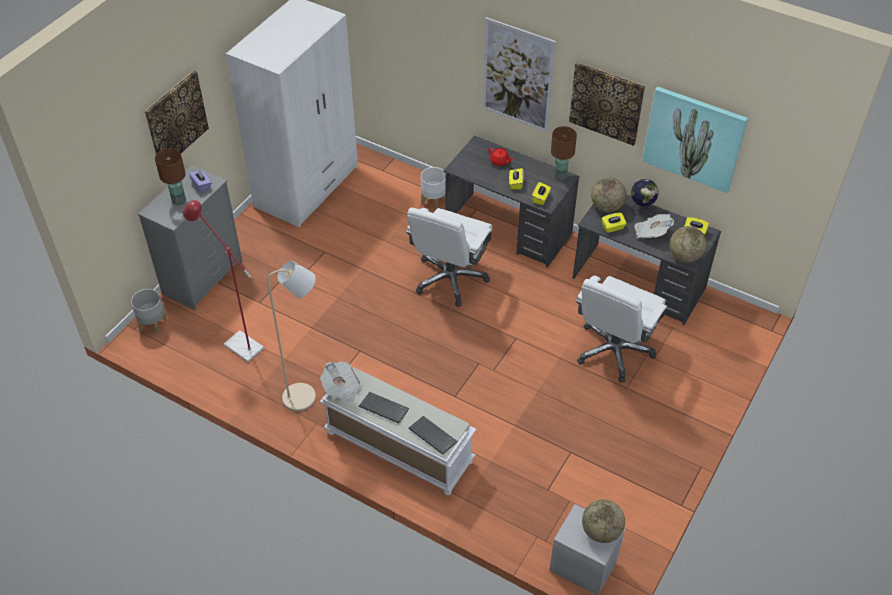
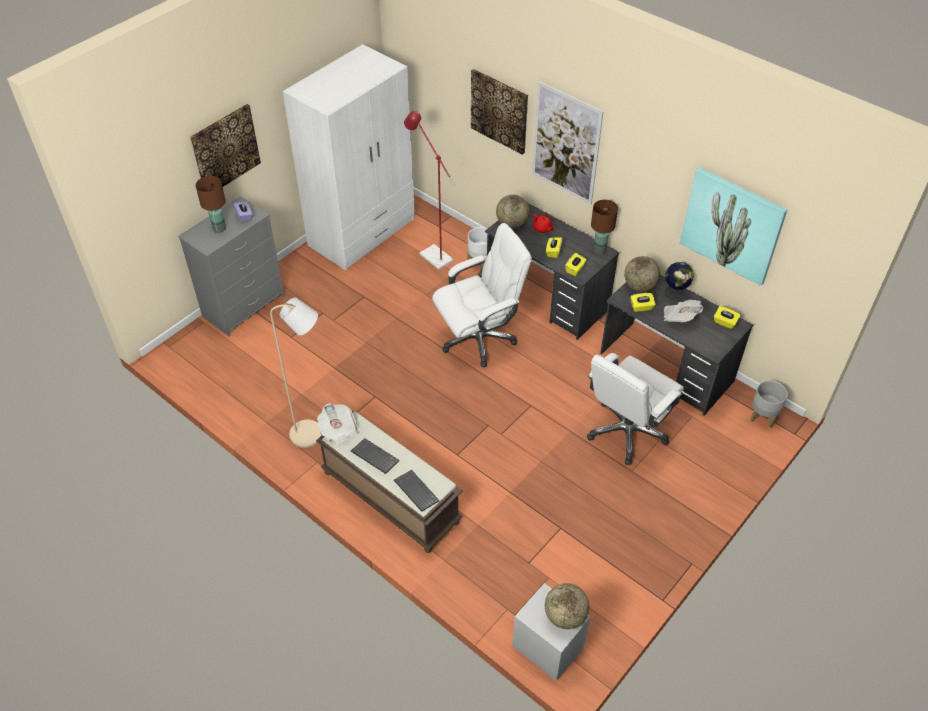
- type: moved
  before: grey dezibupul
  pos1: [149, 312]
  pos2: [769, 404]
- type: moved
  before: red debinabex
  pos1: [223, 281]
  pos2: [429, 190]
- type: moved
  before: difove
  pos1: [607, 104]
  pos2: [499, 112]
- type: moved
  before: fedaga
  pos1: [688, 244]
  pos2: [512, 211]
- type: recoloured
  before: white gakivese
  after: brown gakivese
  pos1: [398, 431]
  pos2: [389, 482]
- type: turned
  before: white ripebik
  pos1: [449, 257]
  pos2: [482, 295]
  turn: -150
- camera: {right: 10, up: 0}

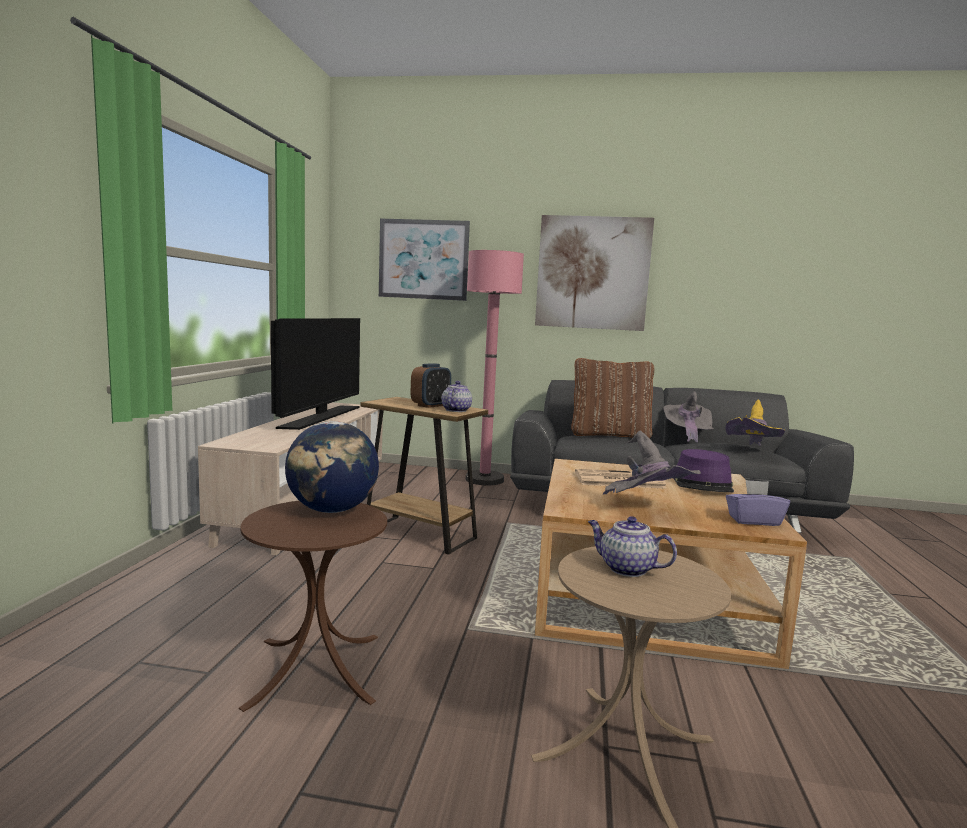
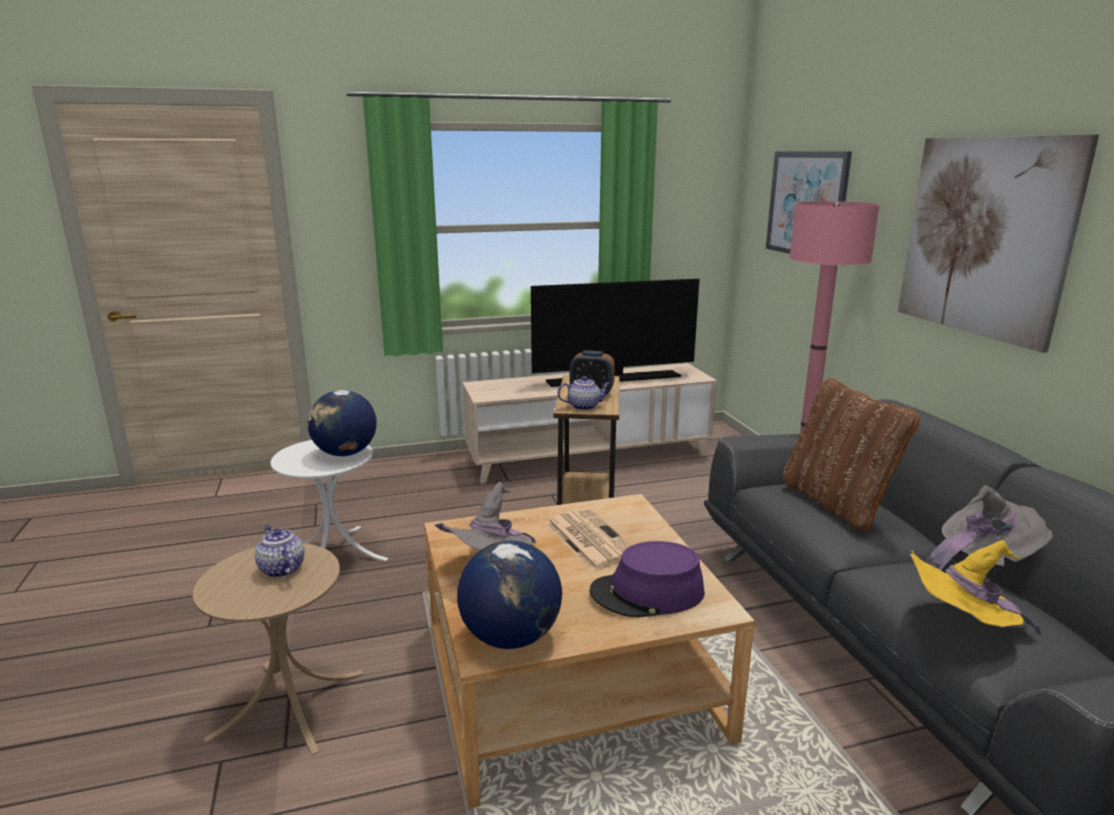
- type: replaced
  before: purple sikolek
  after: fedaga
  pos1: [758, 503]
  pos2: [509, 595]
- type: recoloured
  before: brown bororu
  after: white bororu
  pos1: [313, 606]
  pos2: [329, 500]
- type: turned
  before: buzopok
  pos1: [632, 546]
  pos2: [280, 551]
  turn: -45
- camera: {right: 65, up: 10}

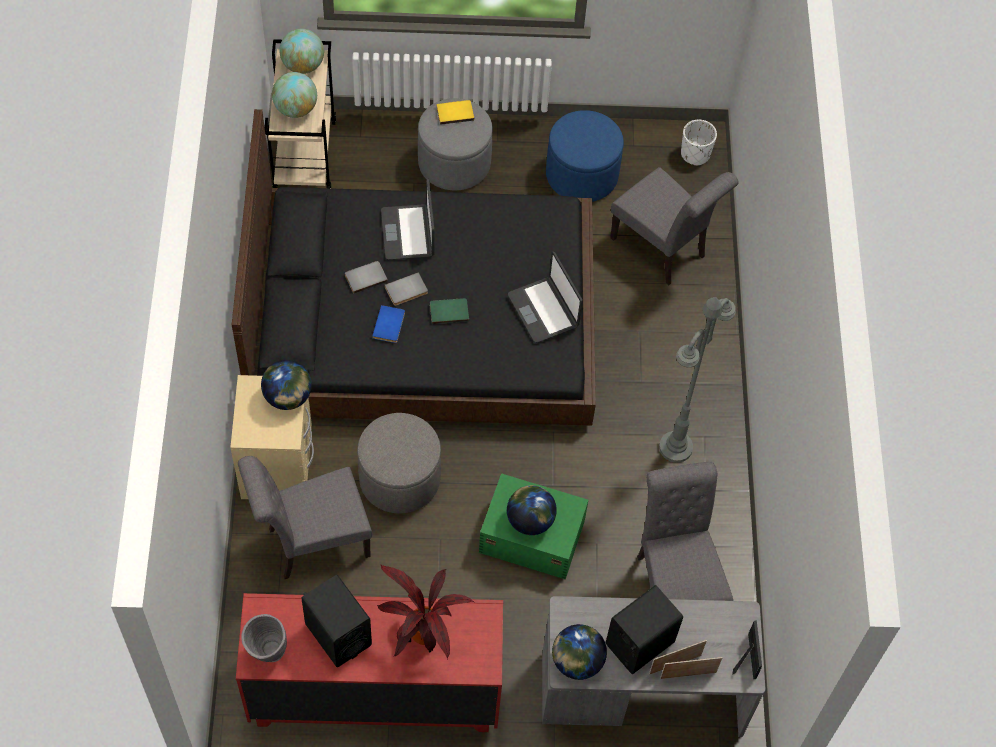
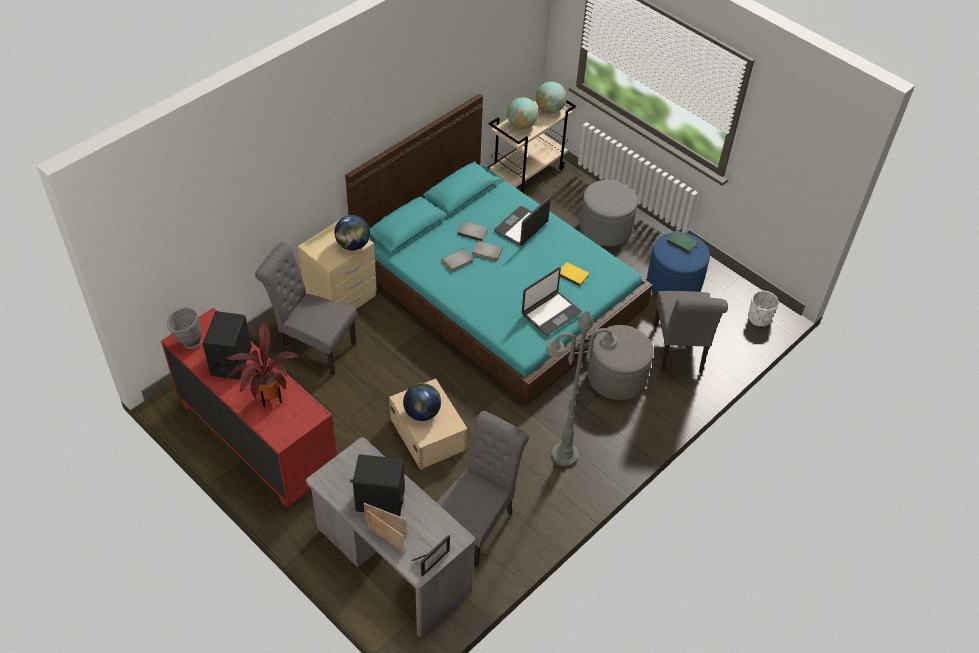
- type: removed
  before: fedaga
  pos1: [579, 652]
- type: moved
  before: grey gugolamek
  pos1: [399, 463]
  pos2: [620, 362]
- type: moved
  before: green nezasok
  pos1: [449, 311]
  pos2: [682, 241]
- type: moved
  before: yellow nezasok
  pos1: [455, 112]
  pos2: [574, 274]
- type: recoloured
  before: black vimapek
  after: turquoise vimapek
  pos1: [414, 267]
  pos2: [499, 249]
- type: recoloured
  before: blue nezasok
  after: grey nezasok
  pos1: [388, 324]
  pos2: [457, 260]
- type: recoloured
  before: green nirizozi
  after: beige nirizozi
  pos1: [533, 526]
  pos2: [428, 424]
- type: turned
  before: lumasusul
  pos1: [545, 297]
  pos2: [552, 301]
  turn: -150
- camera: {right: 45, up: -10}

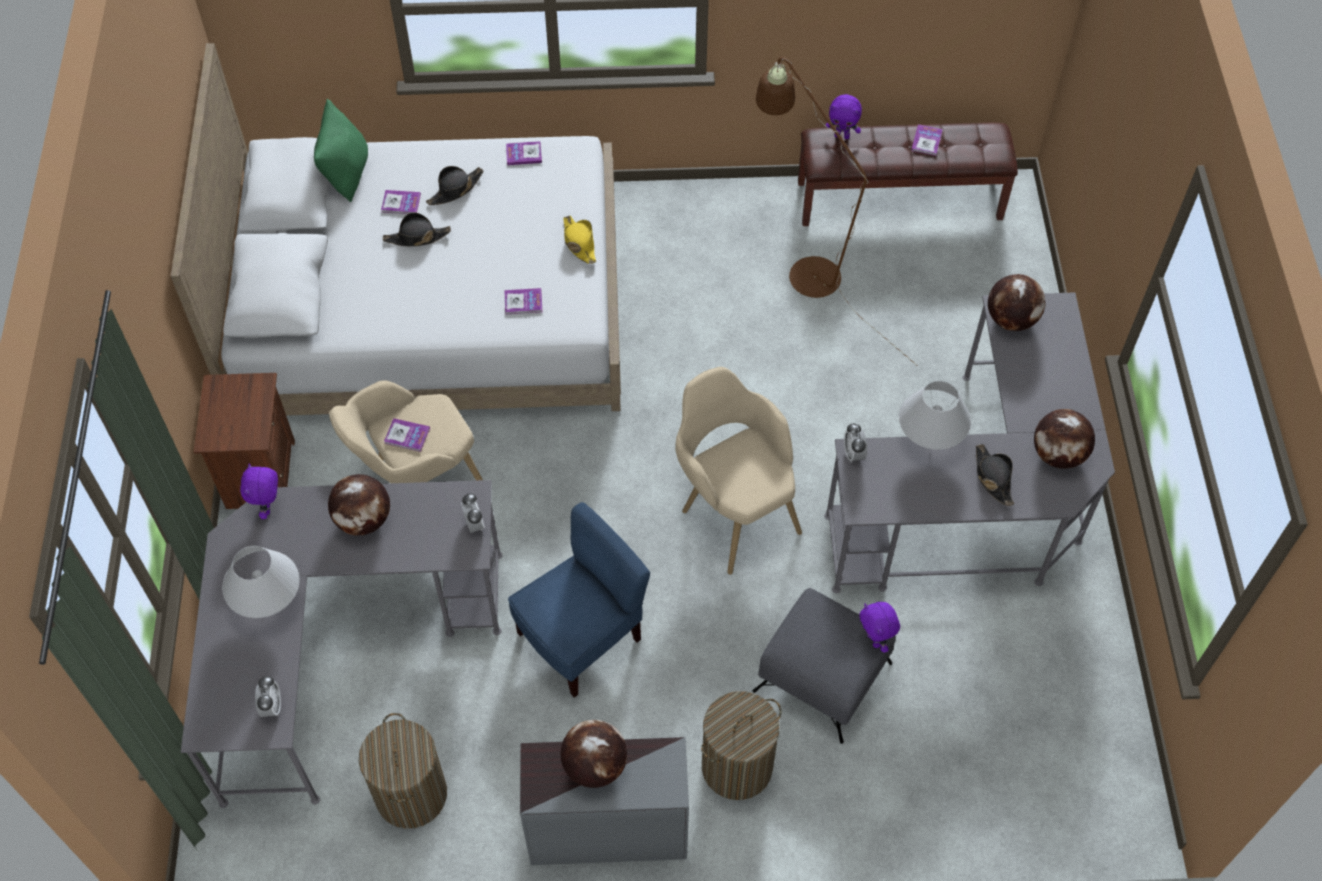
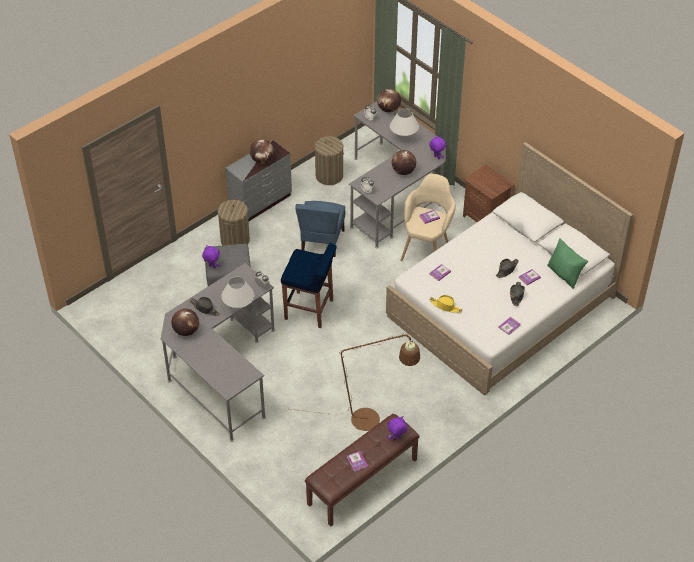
- type: moved
  before: fedaga
  pos1: [1017, 302]
  pos2: [389, 101]
- type: replaced
  before: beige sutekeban
  after: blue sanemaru
  pos1: [738, 471]
  pos2: [309, 285]
- camera: {right: 140, up: -10}

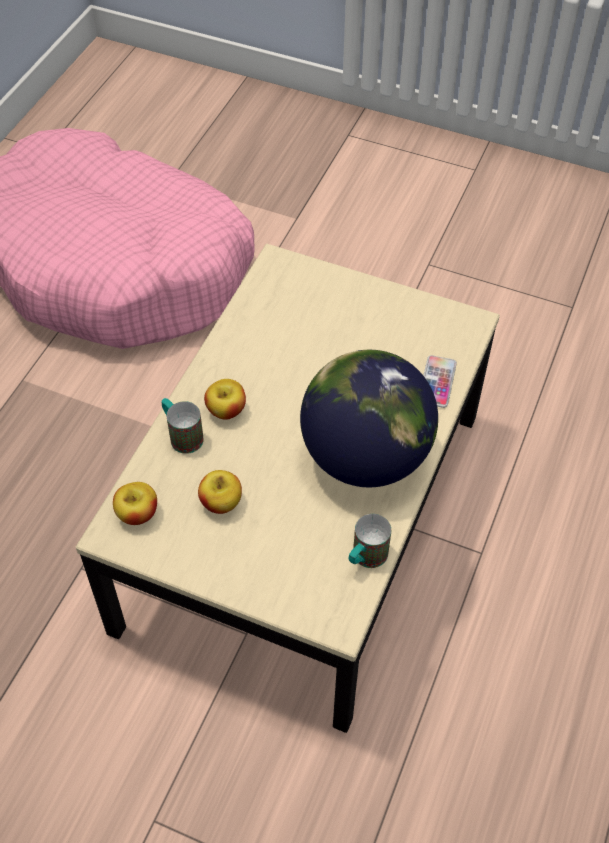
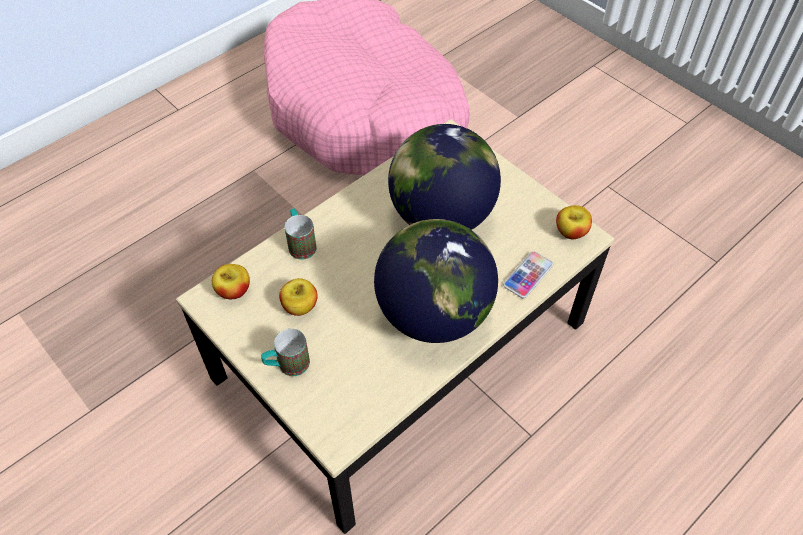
- type: added
  after: fedaga
  pos2: [444, 177]
- type: moved
  before: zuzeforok
  pos1: [225, 399]
  pos2: [574, 222]
- type: moved
  before: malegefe
  pos1: [369, 541]
  pos2: [285, 352]
- camera: {right: 25, up: 0}

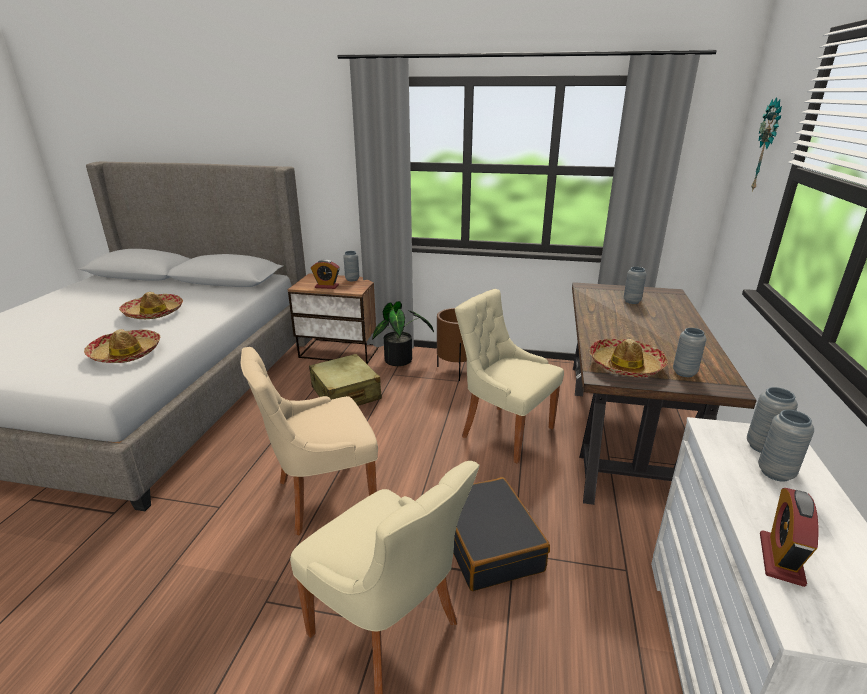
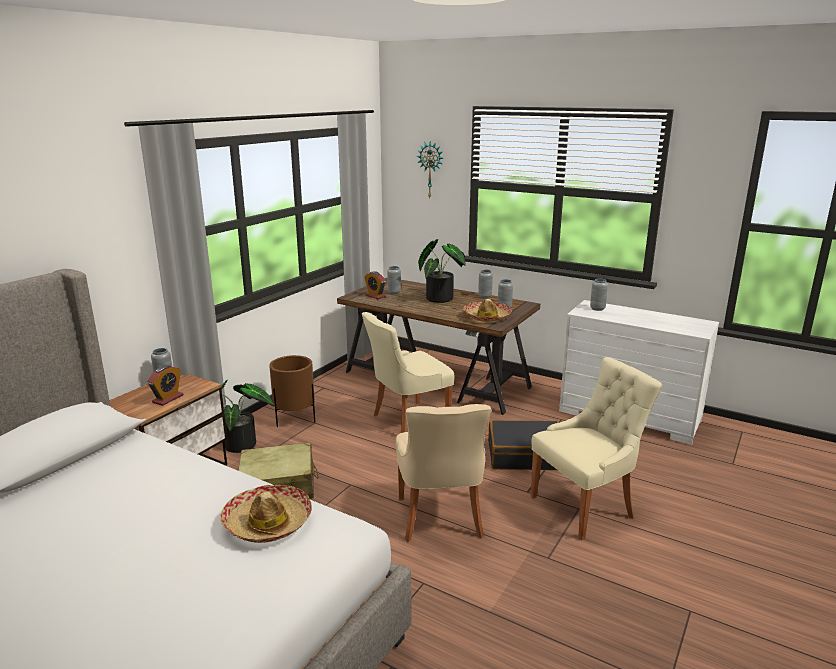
- type: removed
  before: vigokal
  pos1: [151, 305]
- type: added
  after: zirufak
  pos2: [442, 271]
- type: moved
  before: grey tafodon
  pos1: [786, 446]
  pos2: [485, 284]
- type: moved
  before: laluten
  pos1: [789, 537]
  pos2: [375, 285]
- camera: {right: -70, up: -5}

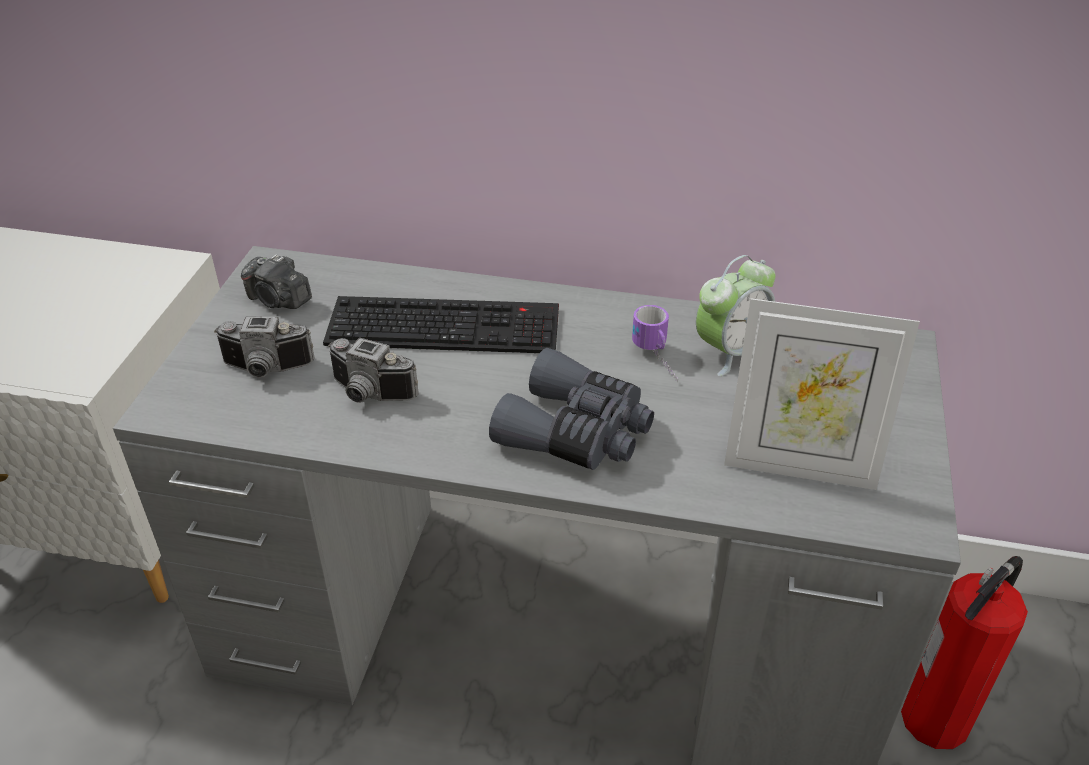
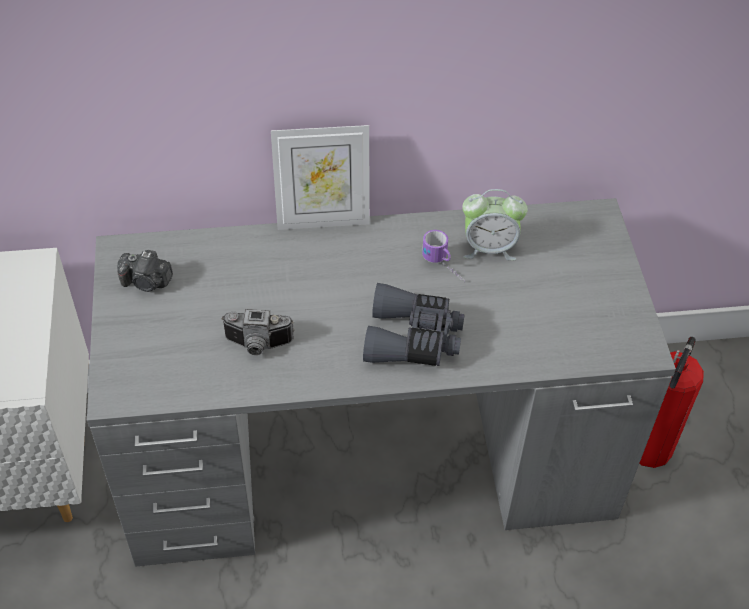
- type: removed
  before: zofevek
  pos1: [264, 346]
- type: removed
  before: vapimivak
  pos1: [441, 324]
- type: moved
  before: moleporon
  pos1: [822, 394]
  pos2: [320, 177]
- type: turned
  before: laluten
  pos1: [735, 315]
  pos2: [495, 225]
  turn: 60
- camera: {right: -20, up: 10}

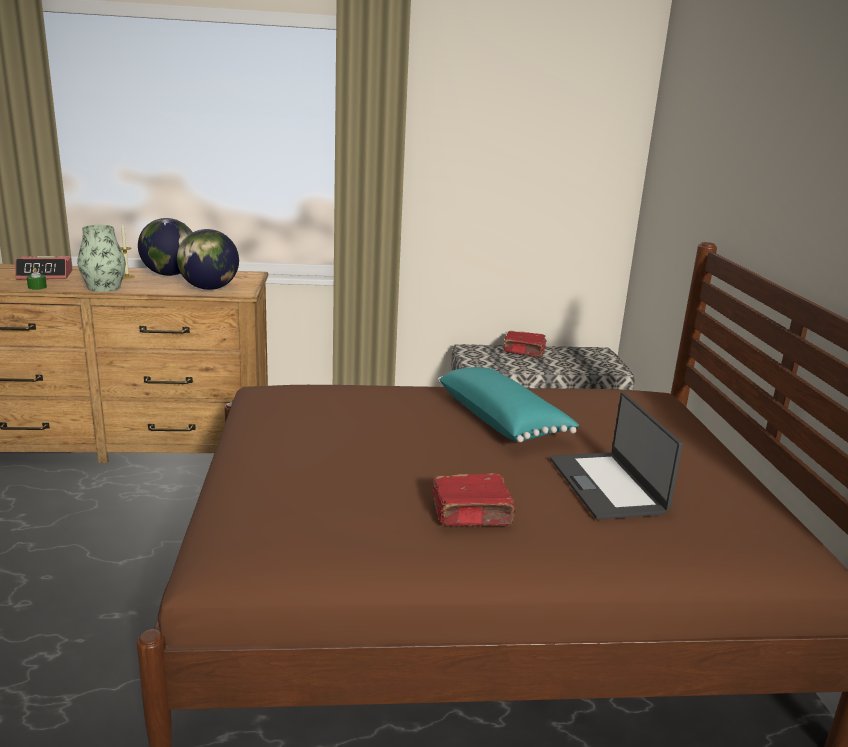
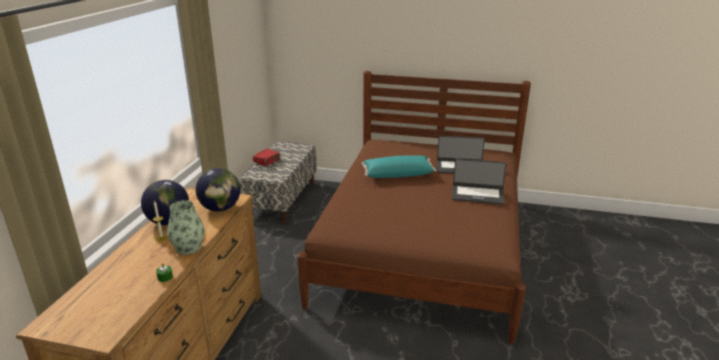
- type: removed
  before: laluten
  pos1: [43, 267]
- type: replaced
  before: red nezasok
  after: lumasusul
  pos1: [474, 499]
  pos2: [479, 182]
- camera: {right: -70, up: 5}

